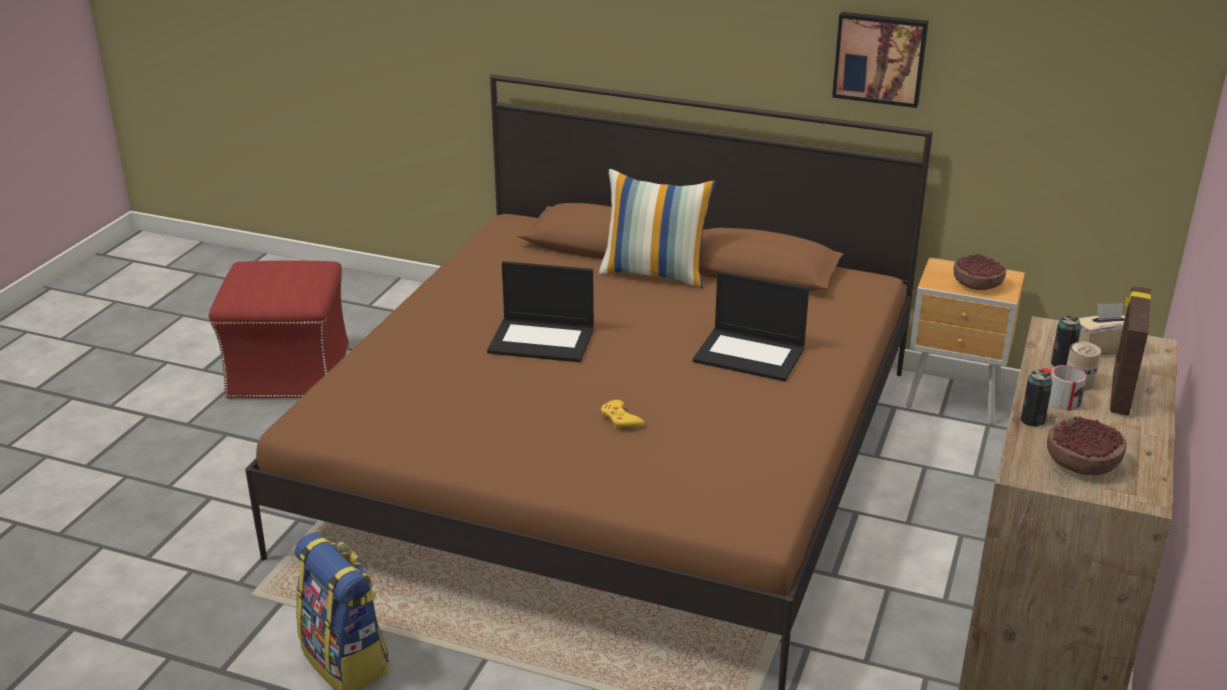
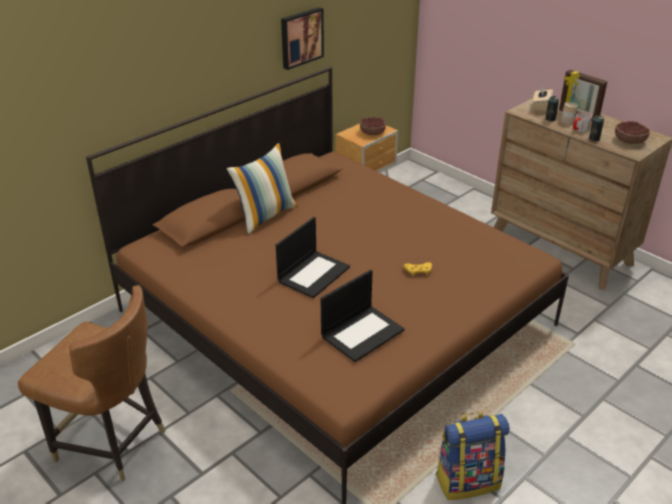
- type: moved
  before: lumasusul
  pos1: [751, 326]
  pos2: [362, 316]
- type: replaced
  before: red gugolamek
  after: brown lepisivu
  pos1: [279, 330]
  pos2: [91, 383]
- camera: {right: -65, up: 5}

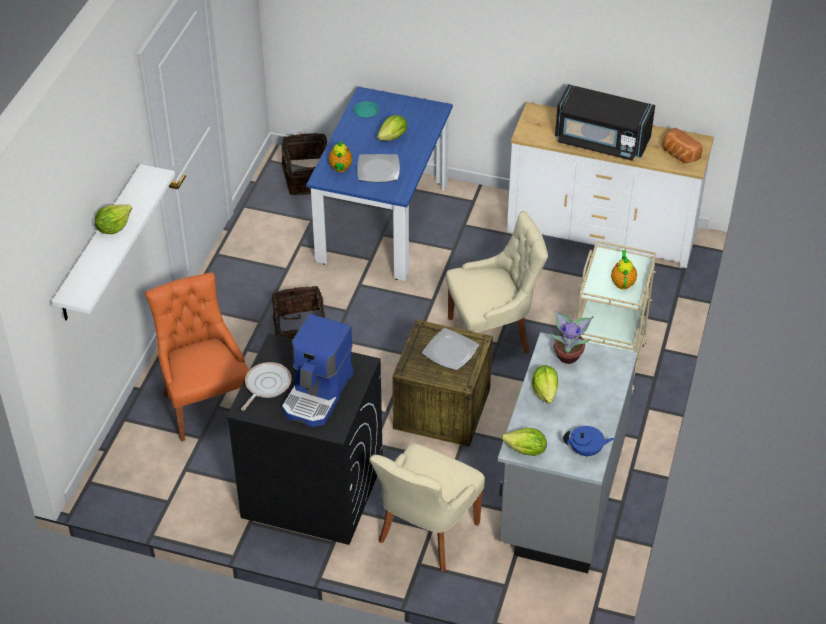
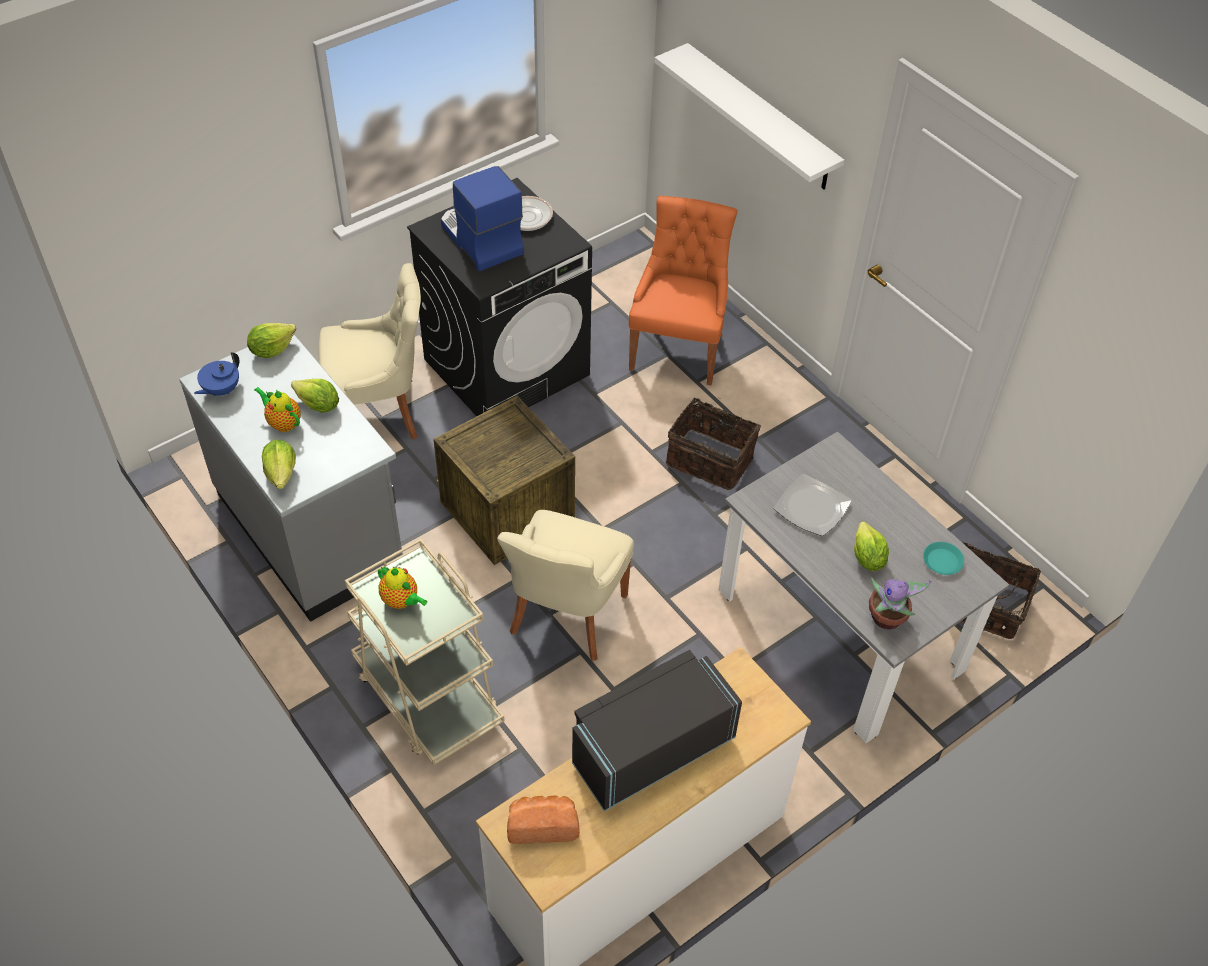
- type: removed
  before: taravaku
  pos1: [450, 349]
- type: moved
  before: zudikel
  pos1: [113, 219]
  pos2: [279, 464]
- type: moved
  before: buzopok
  pos1: [340, 156]
  pos2: [277, 409]
- type: moved
  before: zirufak
  pos1: [572, 337]
  pos2: [900, 604]
- type: recoloured
  before: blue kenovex
  after: grey kenovex
  pos1: [379, 184]
  pos2: [863, 587]
- type: turned
  before: orange lepisivu
  pos1: [197, 357]
  pos2: [683, 290]
  turn: -90
- type: turned
  before: beige lepisivu
  pos1: [427, 507]
  pos2: [370, 351]
  turn: 105
- camera: {right: 125, up: 5}

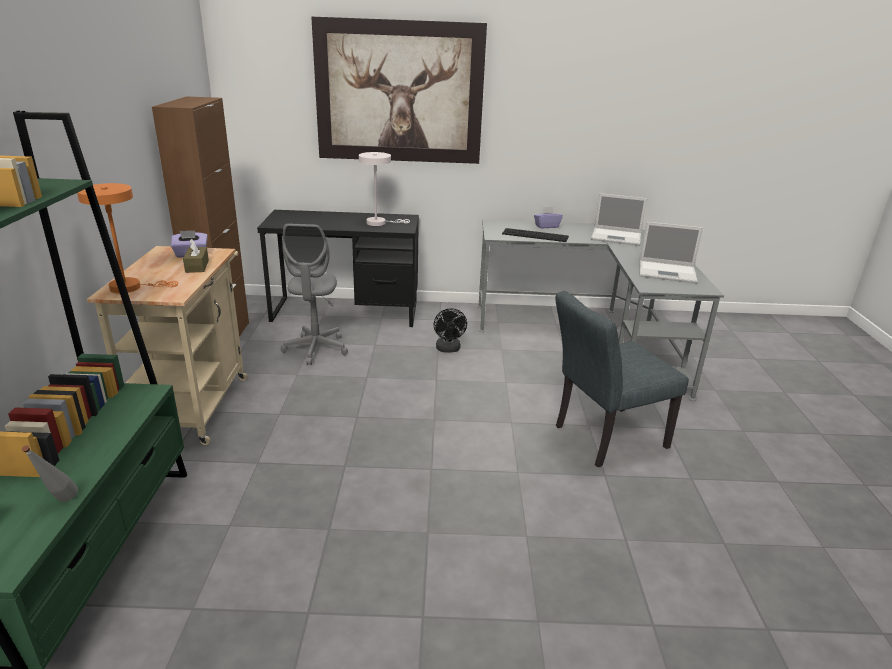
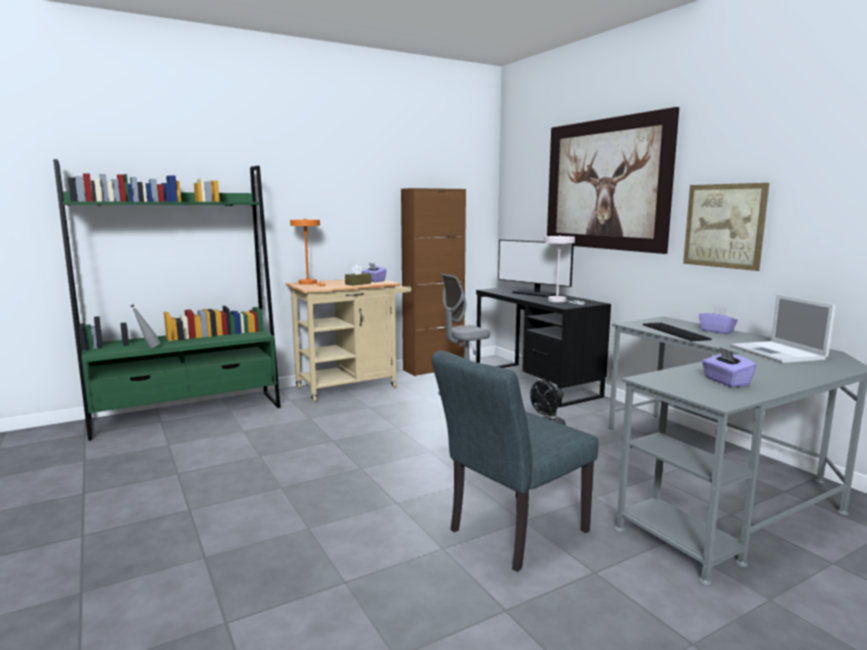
- type: added
  after: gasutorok
  pos2: [536, 268]
- type: added
  after: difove
  pos2: [726, 227]
- type: replaced
  before: lumasusul
  after: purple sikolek
  pos1: [671, 252]
  pos2: [729, 367]
- type: turned
  before: grey lepisivu
  pos1: [622, 379]
  pos2: [515, 461]
  turn: -75
- camera: {right: 60, up: -15}

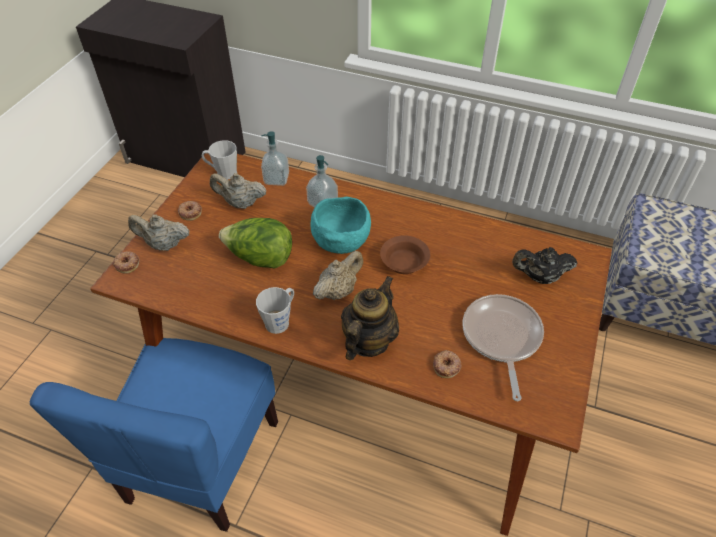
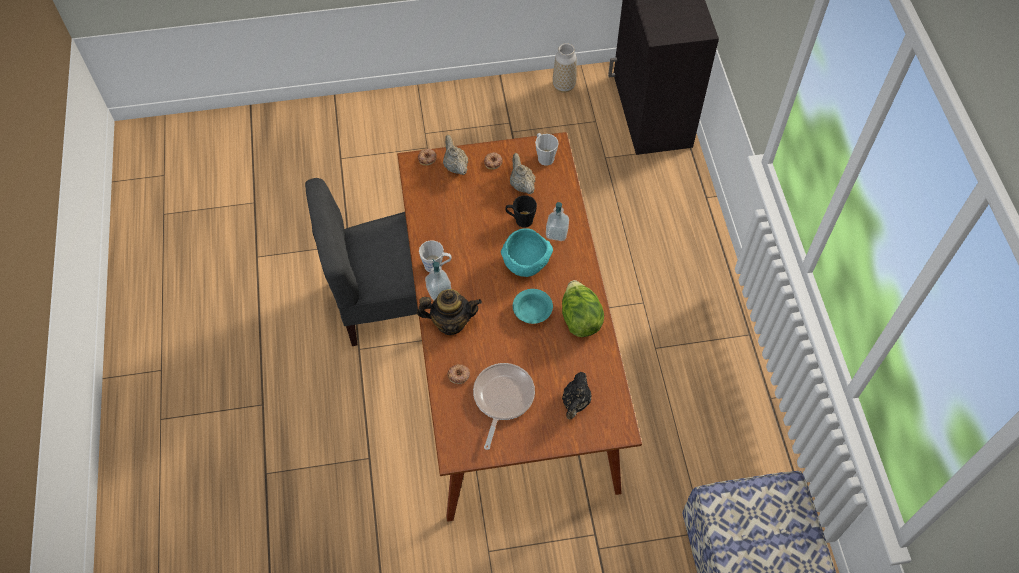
- type: removed
  before: beige buzopok
  pos1: [338, 275]
- type: added
  after: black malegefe
  pos2: [521, 211]
- type: added
  after: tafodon
  pos2: [565, 68]
- type: moved
  before: zudikel
  pos1: [255, 243]
  pos2: [583, 308]
- type: moved
  before: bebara
  pos1: [275, 158]
  pos2: [438, 279]
- type: recoloured
  before: blue lepisivu
  after: grey lepisivu
  pos1: [154, 435]
  pos2: [361, 262]
- type: recoloured
  before: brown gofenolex
  after: turquoise gofenolex
  pos1: [405, 254]
  pos2: [533, 306]
- type: turned
  before: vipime
  pos1: [503, 347]
  pos2: [504, 406]
  turn: -45
- type: turned
  before: black buzopok
  pos1: [544, 265]
  pos2: [576, 395]
  turn: -135
- camera: {right: 60, up: 10}

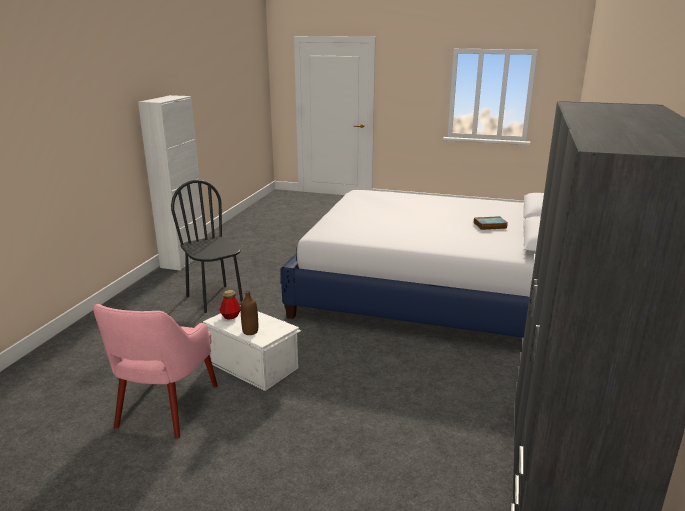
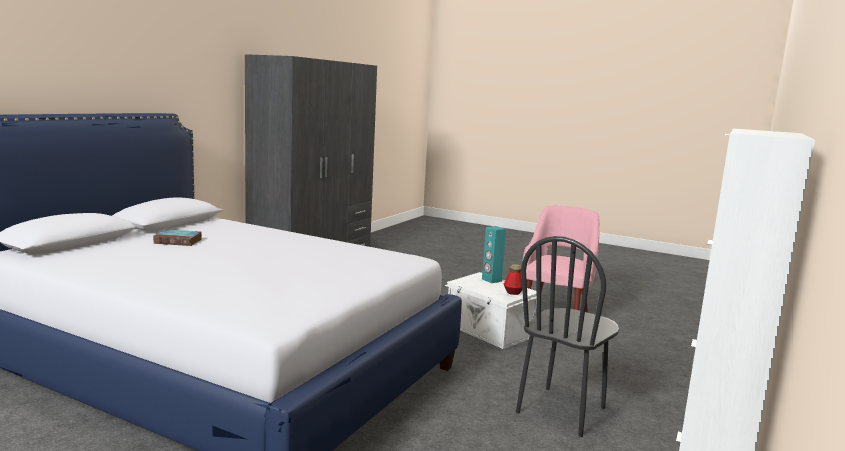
- type: replaced
  before: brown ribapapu
  after: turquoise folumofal
  pos1: [249, 313]
  pos2: [494, 254]
- type: turned
  before: black lepisivu
  pos1: [207, 246]
  pos2: [568, 336]
  turn: 60
- camera: {right: -170, up: -10}

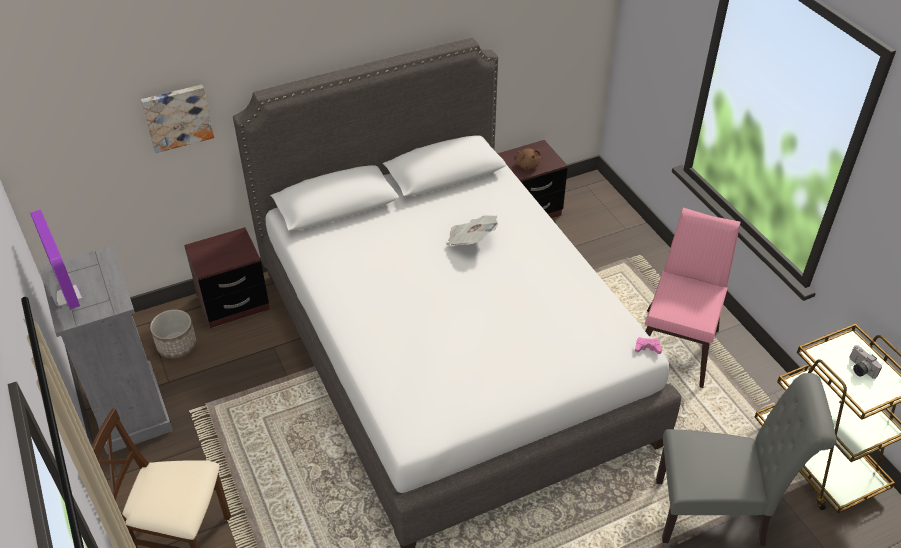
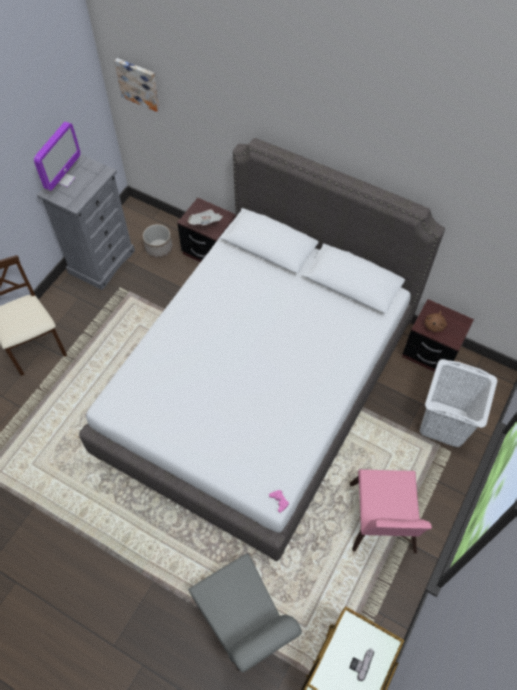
- type: added
  after: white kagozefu
  pos2: [458, 403]
- type: moved
  before: difove
  pos1: [177, 119]
  pos2: [137, 85]
- type: moved
  before: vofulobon
  pos1: [472, 230]
  pos2: [205, 217]
- type: turned
  before: pink lepisivu
  pos1: [692, 298]
  pos2: [391, 511]
  turn: 105
- camera: {right: 55, up: 15}

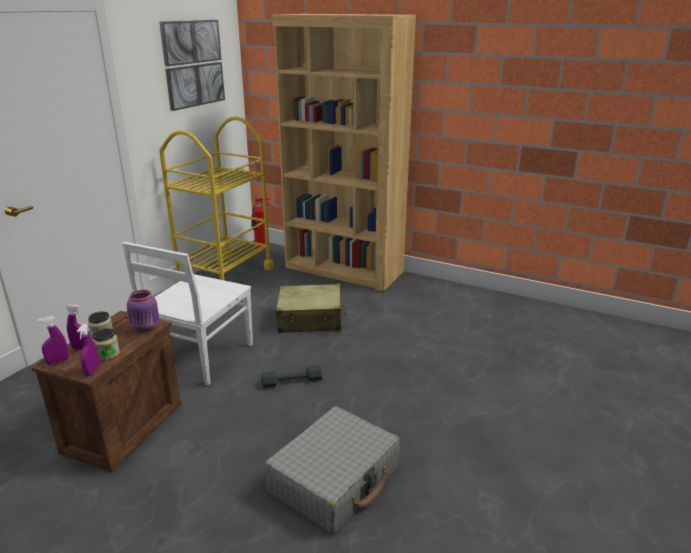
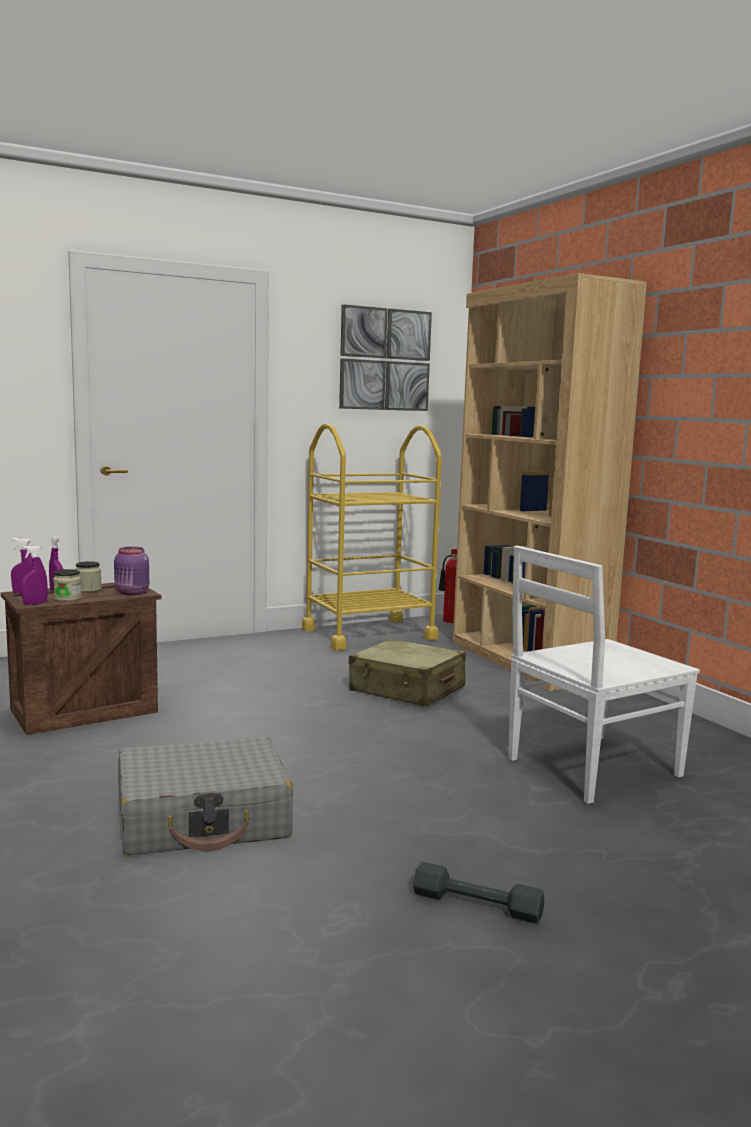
- type: moved
  before: white lepisivu
  pos1: [187, 314]
  pos2: [604, 675]
- type: moved
  before: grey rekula
  pos1: [291, 376]
  pos2: [478, 892]
- camera: {right: 35, up: -15}

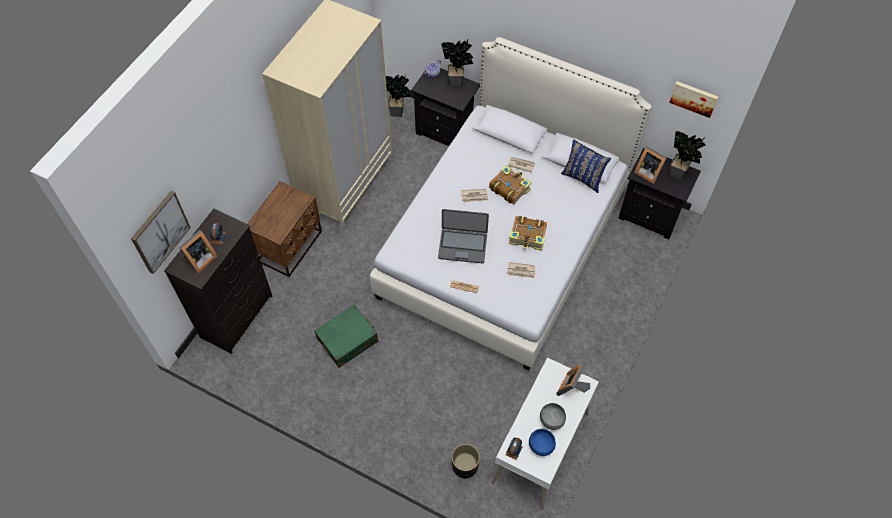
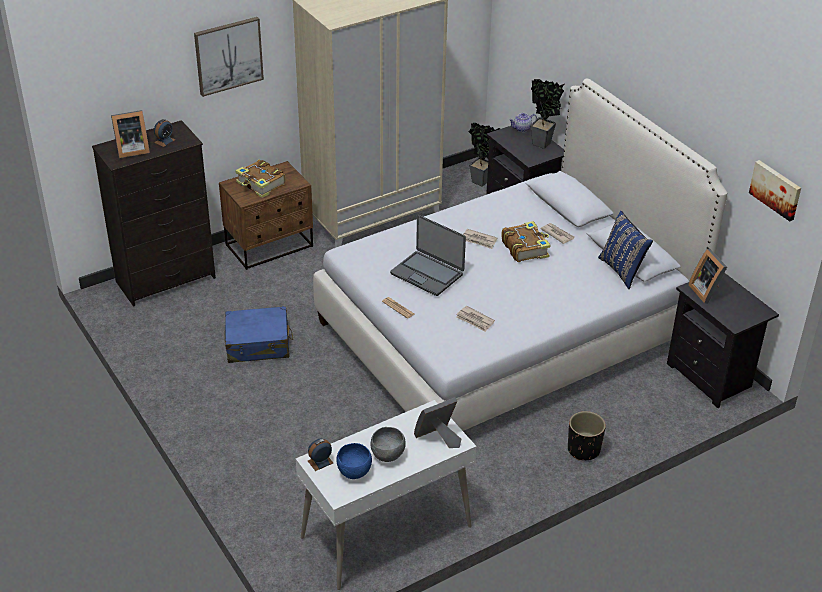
- type: removed
  before: zirufak
  pos1: [687, 156]
- type: moved
  before: difove
  pos1: [161, 232]
  pos2: [229, 57]
- type: moved
  before: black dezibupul
  pos1: [465, 461]
  pos2: [587, 436]
- type: moved
  before: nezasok
  pos1: [528, 233]
  pos2: [260, 179]
- type: recoloured
  before: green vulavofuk
  after: blue vulavofuk
  pos1: [346, 336]
  pos2: [259, 334]
- camera: {right: 30, up: -20}

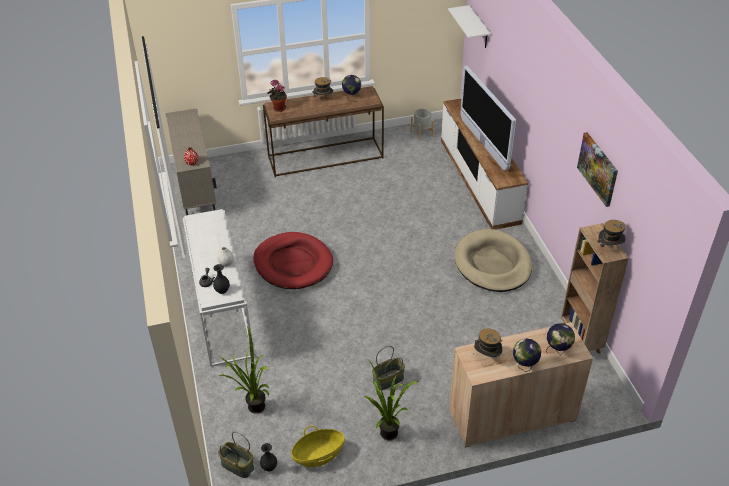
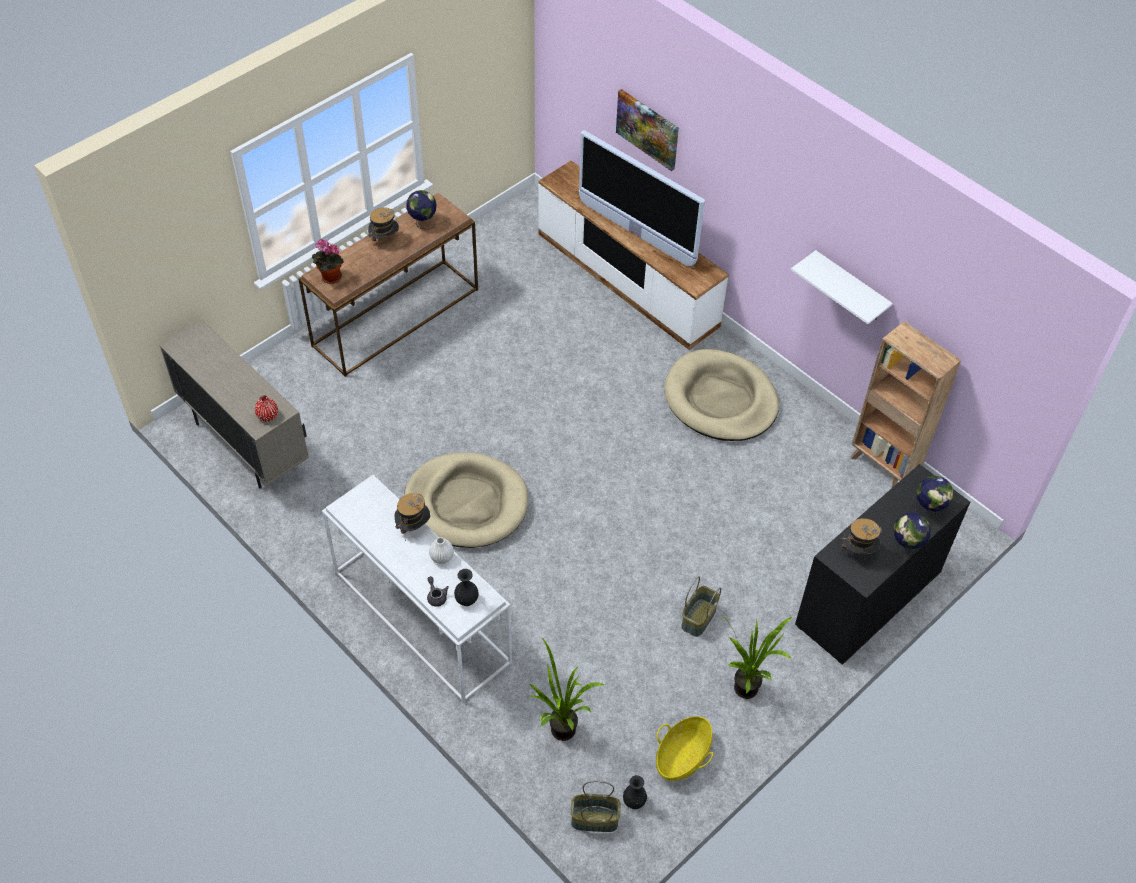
- type: removed
  before: grey dezibupul
  pos1: [422, 124]
- type: moved
  before: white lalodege
  pos1: [469, 26]
  pos2: [842, 287]
- type: moved
  before: difove
  pos1: [597, 169]
  pos2: [647, 130]
- type: moved
  before: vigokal
  pos1: [611, 236]
  pos2: [412, 517]
- type: recoloured
  before: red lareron
  after: beige lareron
  pos1: [293, 260]
  pos2: [466, 500]
- type: recoloured
  before: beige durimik
  after: black durimik
  pos1: [521, 384]
  pos2: [883, 564]
- camera: {right: -30, up: 10}

